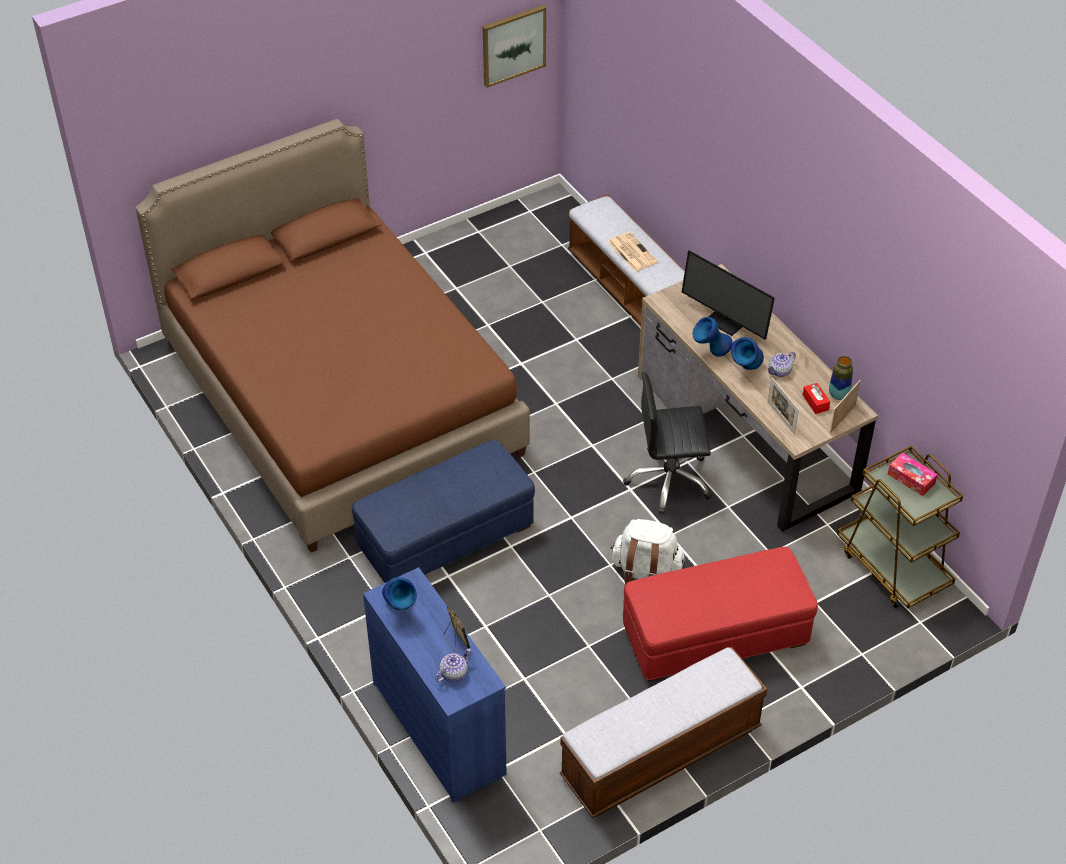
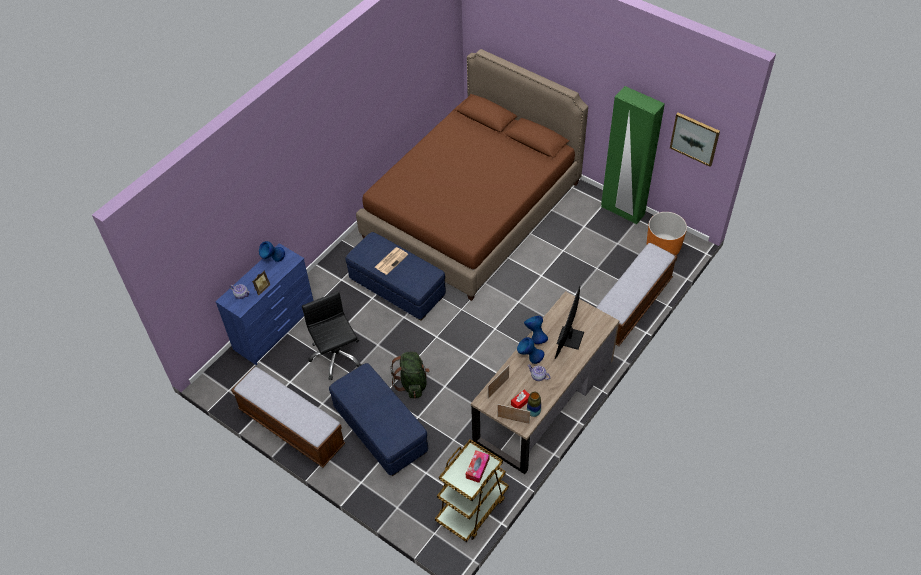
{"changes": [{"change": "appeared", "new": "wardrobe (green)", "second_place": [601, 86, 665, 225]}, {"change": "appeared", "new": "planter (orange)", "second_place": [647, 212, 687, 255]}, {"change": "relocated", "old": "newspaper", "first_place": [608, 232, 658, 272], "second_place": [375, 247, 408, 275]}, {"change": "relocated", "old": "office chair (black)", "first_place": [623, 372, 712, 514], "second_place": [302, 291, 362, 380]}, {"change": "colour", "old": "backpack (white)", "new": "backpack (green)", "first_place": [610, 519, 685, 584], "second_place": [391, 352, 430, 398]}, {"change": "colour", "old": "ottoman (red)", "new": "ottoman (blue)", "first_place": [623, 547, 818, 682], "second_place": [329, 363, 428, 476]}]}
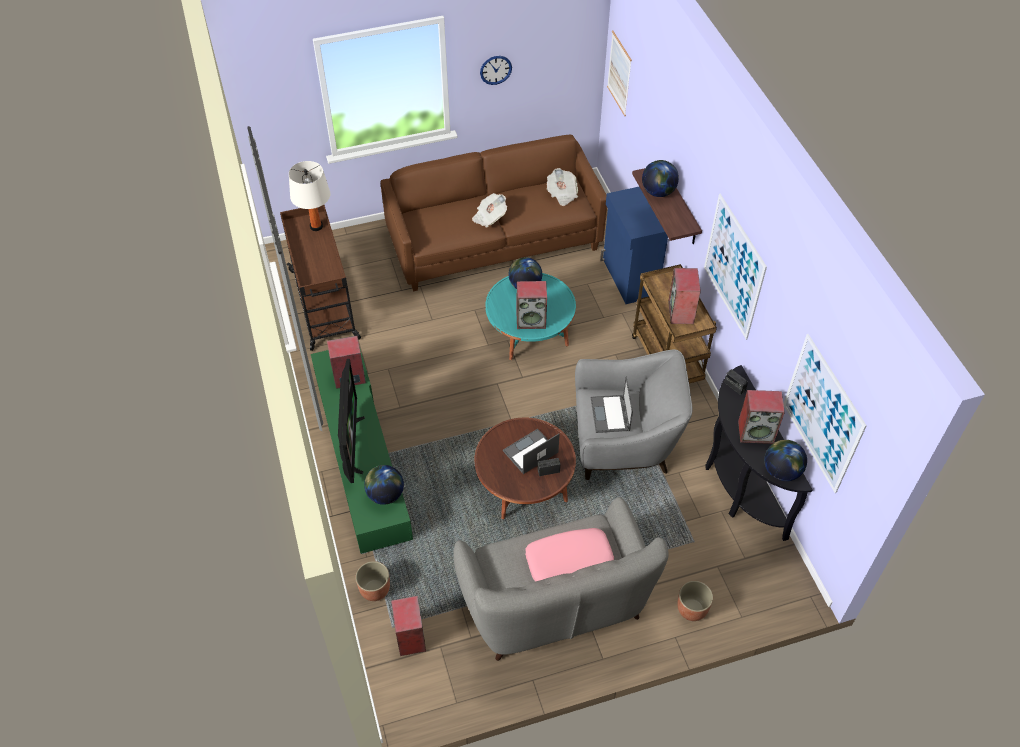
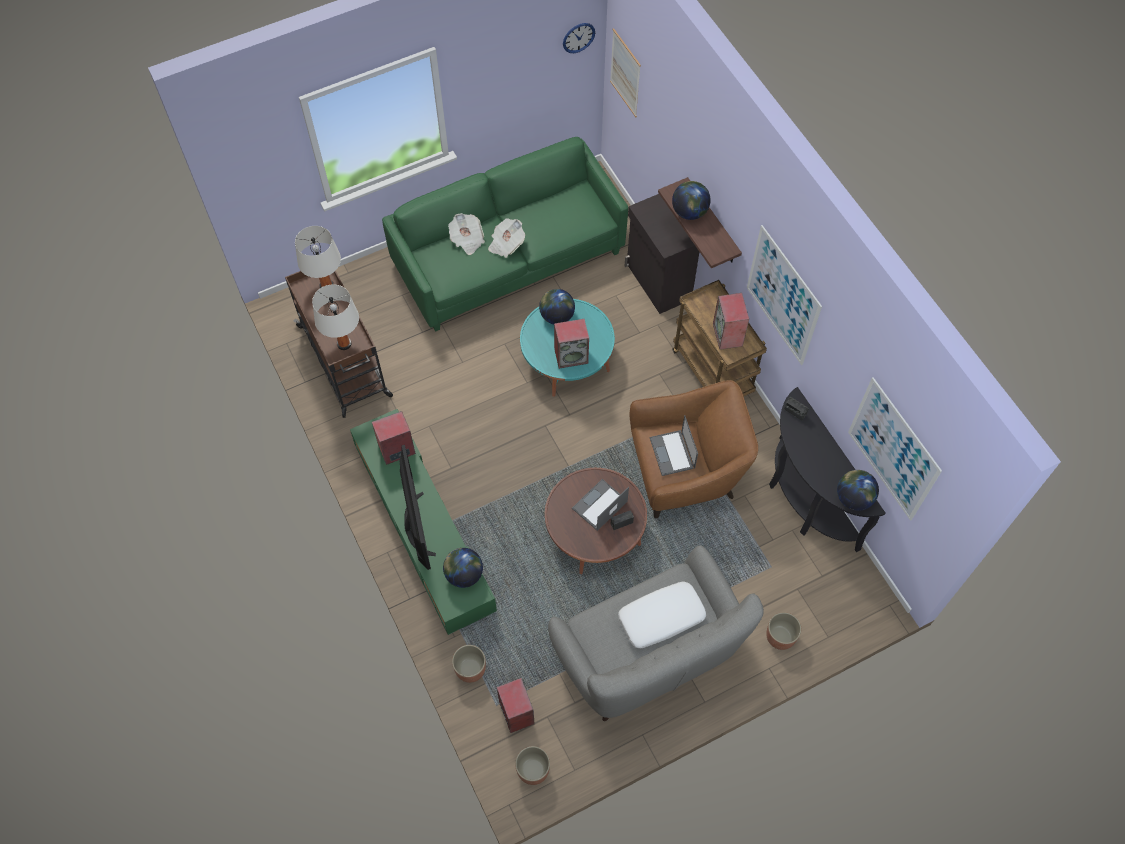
{"changes": [{"change": "missing", "old": "speaker", "first_place": [738, 390, 785, 444]}, {"change": "appeared", "new": "table lamp (white)", "second_place": [312, 284, 359, 350]}, {"change": "appeared", "new": "planter", "second_place": [515, 746, 550, 785]}, {"change": "relocated", "old": "wall clock", "first_place": [480, 56, 512, 85], "second_place": [563, 23, 595, 53]}, {"change": "relocated", "old": "newspaper", "first_place": [547, 168, 578, 206], "second_place": [448, 213, 485, 255]}, {"change": "colour", "old": "sofa (brown)", "new": "sofa (green)", "first_place": [381, 135, 607, 291], "second_place": [382, 137, 628, 332]}, {"change": "colour", "old": "pillow (pink)", "new": "pillow (white)", "first_place": [525, 528, 614, 581], "second_place": [618, 582, 706, 648]}, {"change": "colour", "old": "armchair (grey)", "new": "armchair (brown)", "first_place": [575, 349, 692, 480], "second_place": [630, 380, 758, 518]}, {"change": "colour", "old": "cabinet (blue)", "new": "cabinet (black)", "first_place": [600, 187, 668, 304], "second_place": [625, 194, 699, 314]}]}
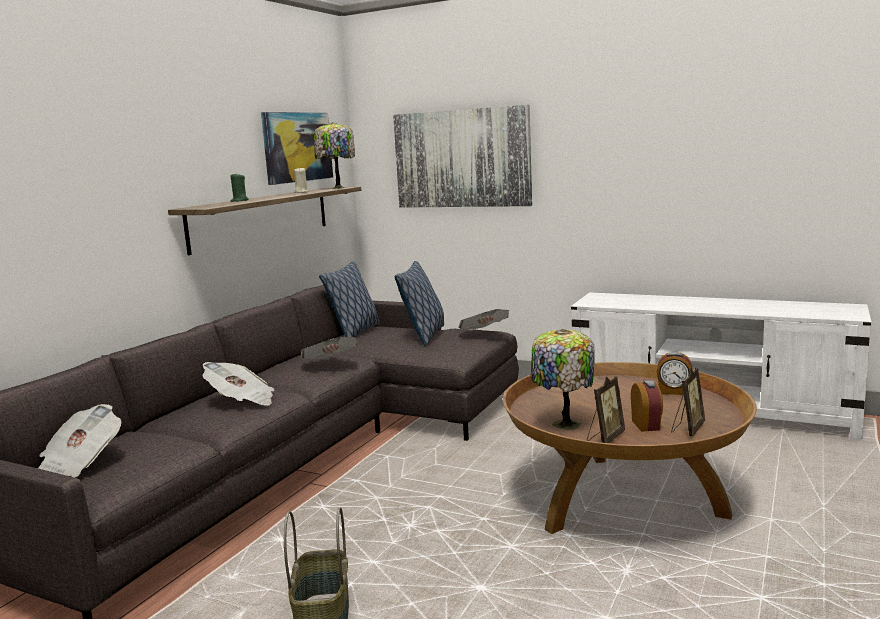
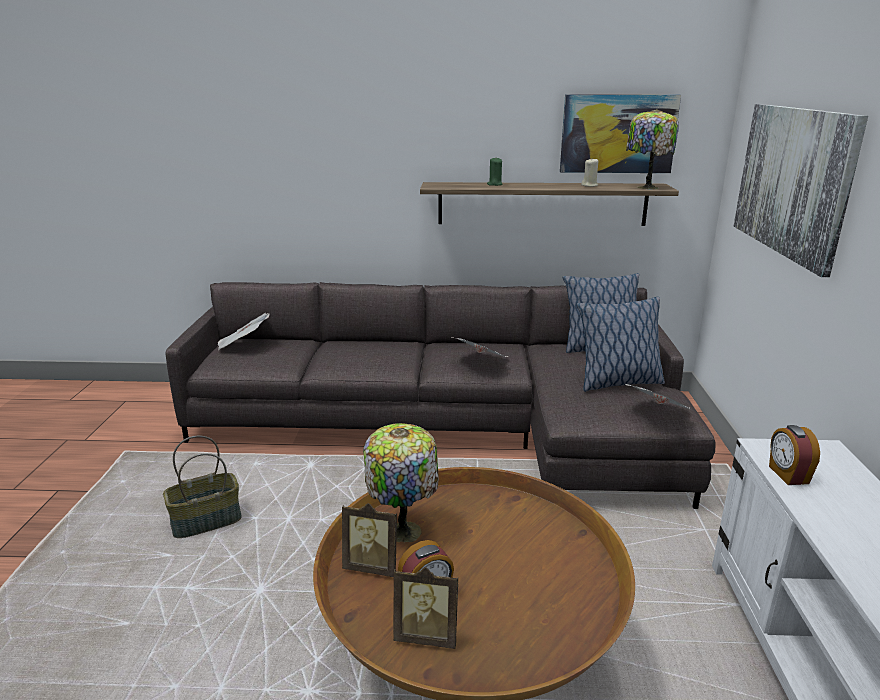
{"changes": [{"change": "missing", "old": "newspaper", "first_place": [202, 362, 274, 406]}, {"change": "relocated", "old": "alarm clock", "first_place": [657, 352, 693, 395], "second_place": [769, 425, 820, 485]}]}
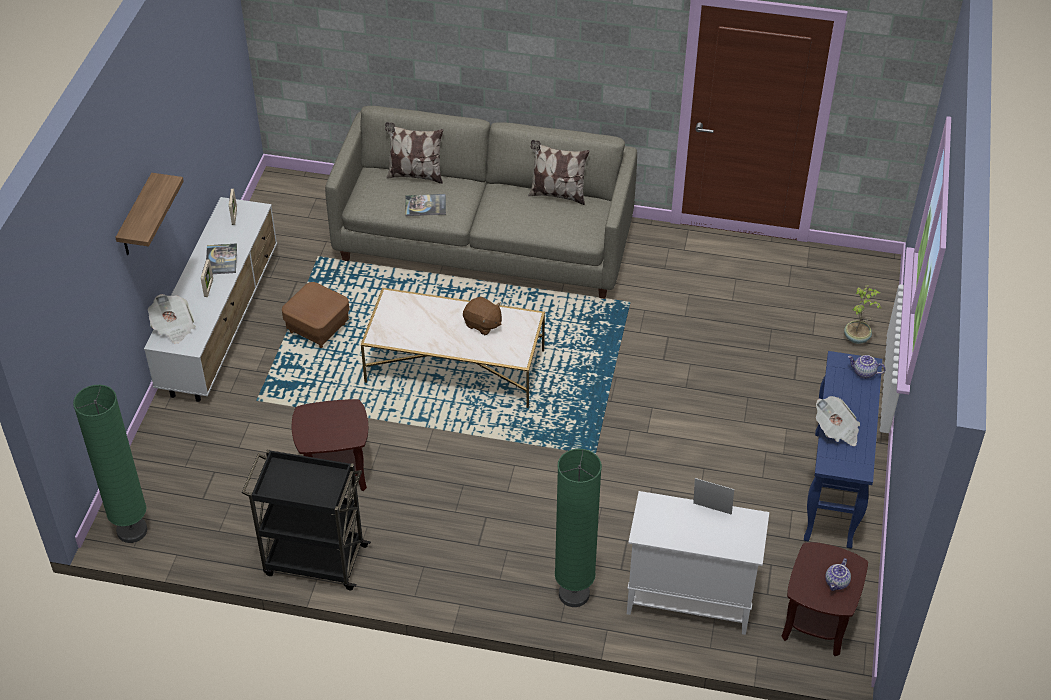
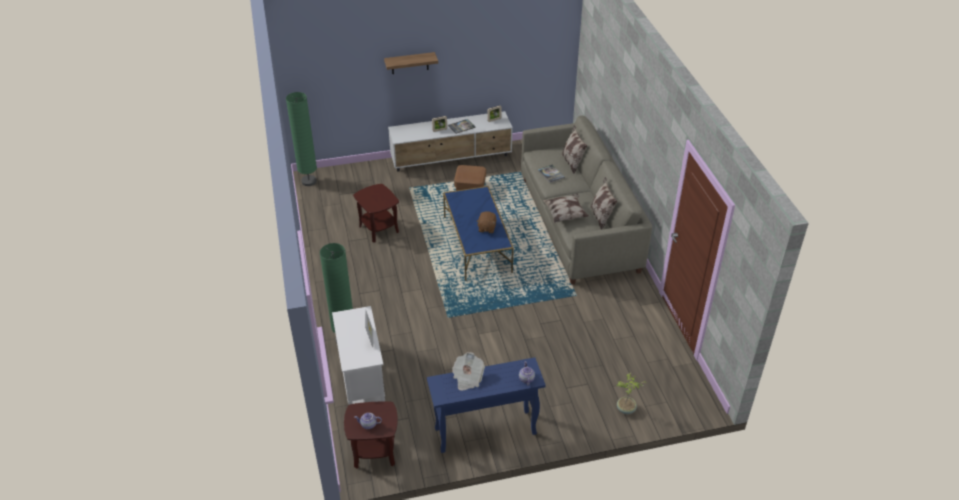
{"changes": [{"change": "missing", "old": "newspaper", "first_place": [148, 294, 196, 344]}, {"change": "missing", "old": "cart (black)", "first_place": [242, 449, 371, 590]}, {"change": "appeared", "new": "pillow", "second_place": [542, 193, 589, 223]}, {"change": "colour", "old": "coffee table (white)", "new": "coffee table (blue)", "first_place": [361, 288, 545, 408], "second_place": [443, 186, 514, 281]}]}
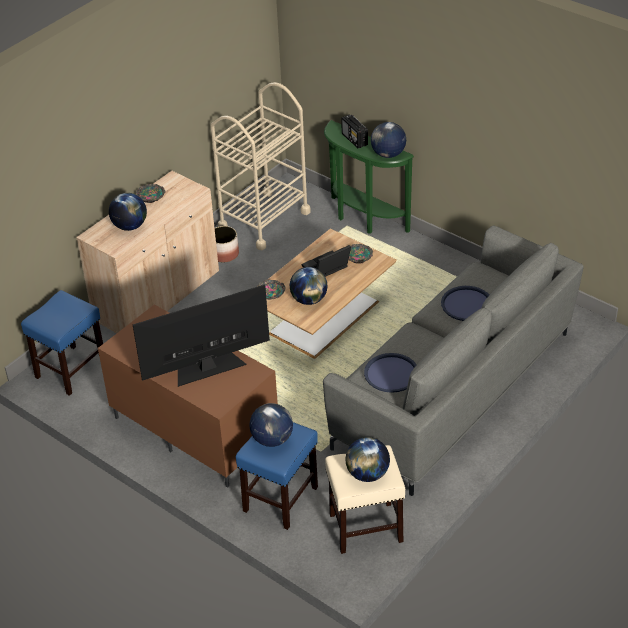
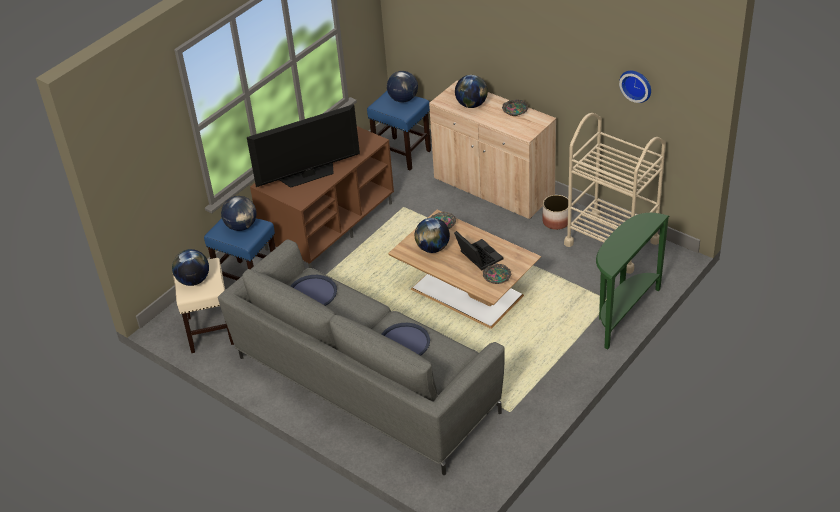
{"changes": [{"change": "missing", "old": "radio", "first_place": [341, 114, 368, 148]}, {"change": "appeared", "new": "wall clock", "second_place": [619, 71, 651, 103]}, {"change": "relocated", "old": "globe", "first_place": [371, 122, 406, 158], "second_place": [387, 71, 418, 102]}, {"change": "spun", "old": "television", "first_place": [133, 284, 270, 387], "second_place": [247, 104, 360, 188], "degrees": 90}]}
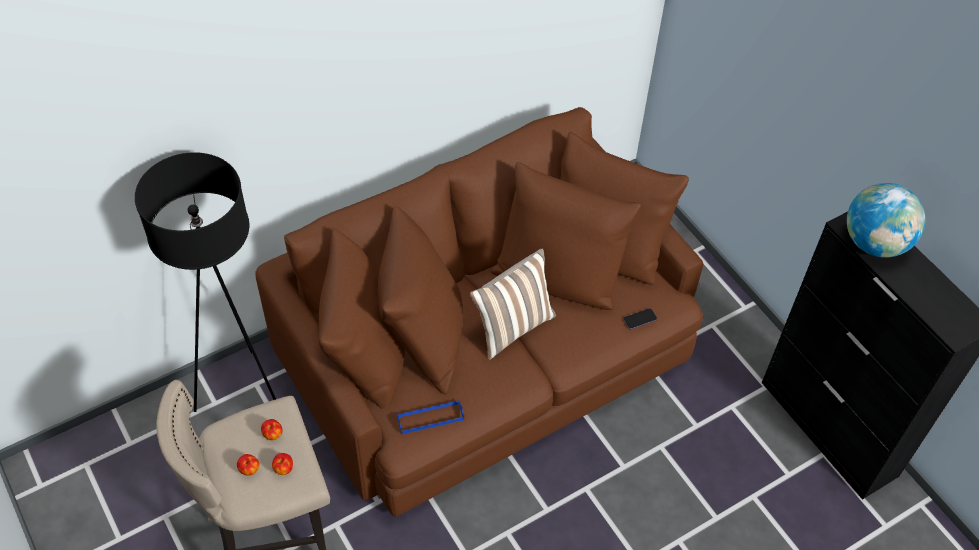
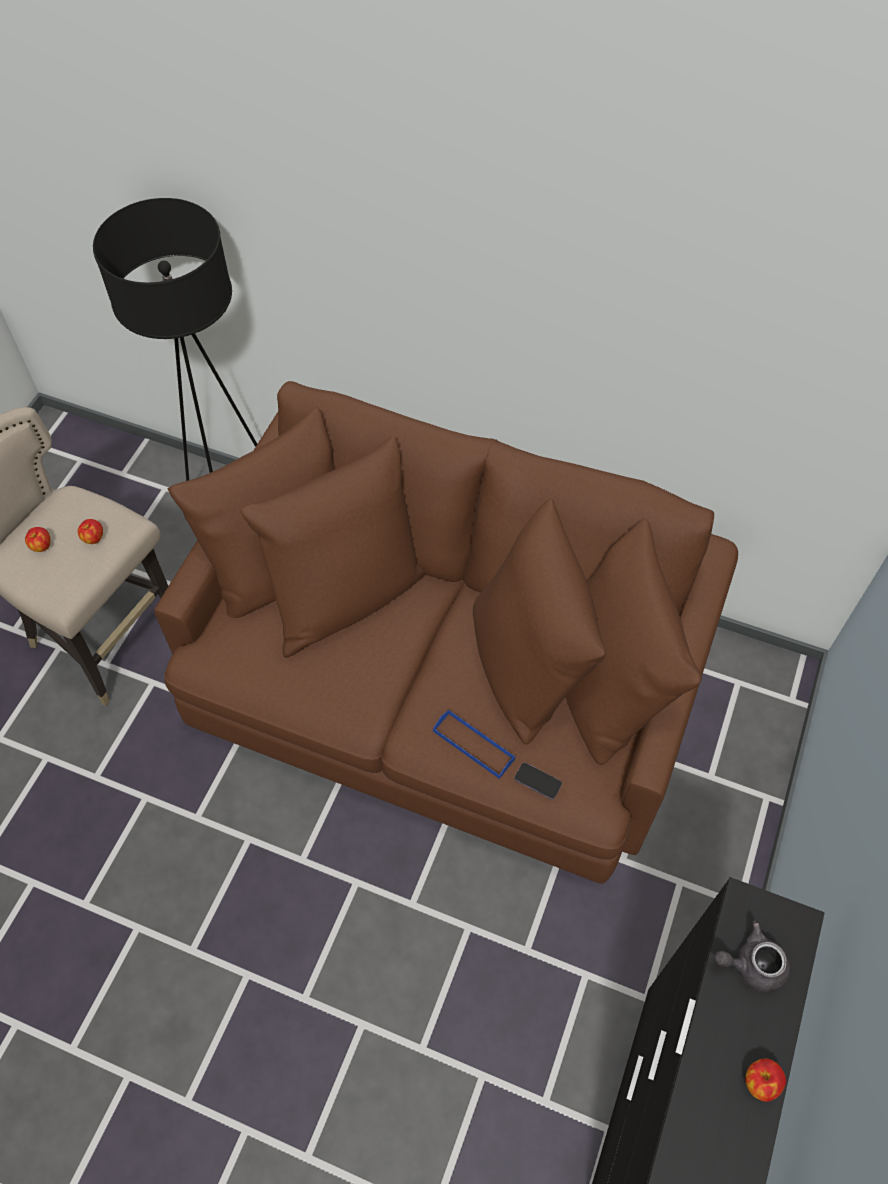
{"changes": [{"change": "missing", "old": "pillow", "first_place": [470, 249, 556, 360]}, {"change": "relocated", "old": "apple", "first_place": [272, 453, 293, 475], "second_place": [745, 1058, 786, 1102]}, {"change": "relocated", "old": "tray (blue)", "first_place": [397, 401, 464, 434], "second_place": [433, 710, 515, 779]}, {"change": "exchanged", "old": "globe", "new": "teapot (grey)", "first_place": [847, 183, 925, 258], "second_place": [714, 921, 790, 993]}]}
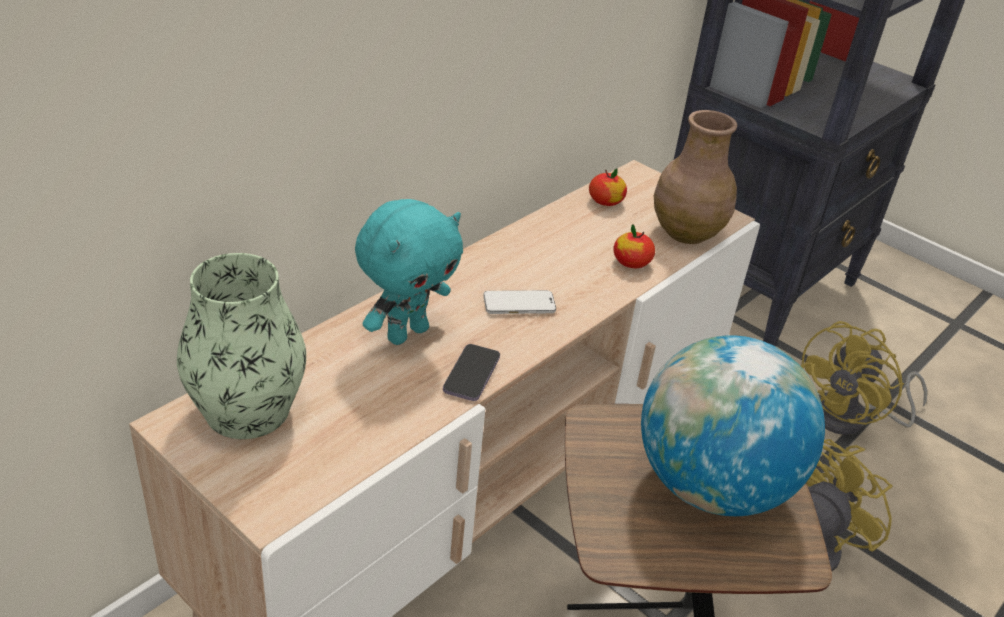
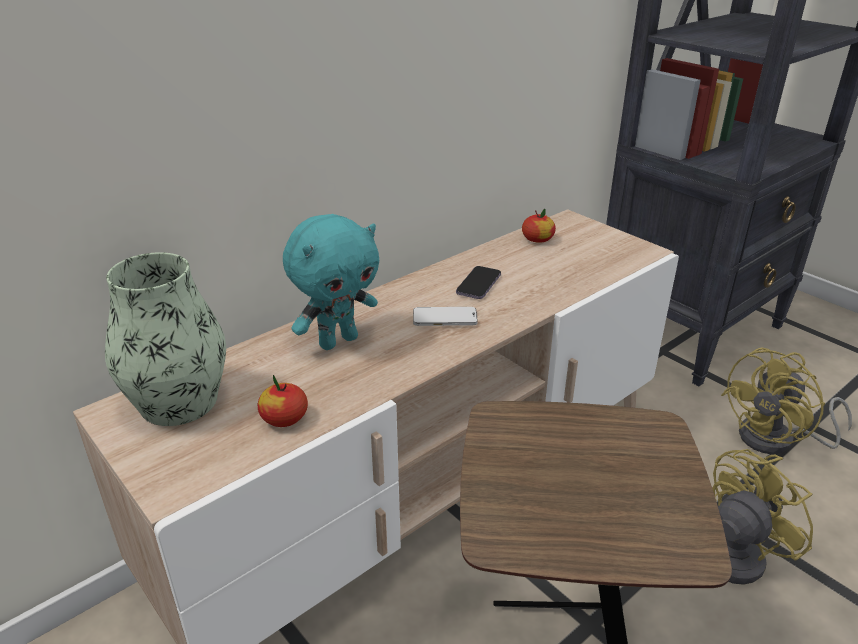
{"changes": [{"change": "missing", "old": "globe", "first_place": [641, 335, 825, 516]}, {"change": "missing", "old": "vase (brown)", "first_place": [654, 110, 737, 244]}, {"change": "relocated", "old": "phone", "first_place": [443, 344, 500, 401], "second_place": [456, 266, 501, 299]}, {"change": "relocated", "old": "apple", "first_place": [614, 224, 655, 268], "second_place": [258, 375, 308, 427]}]}
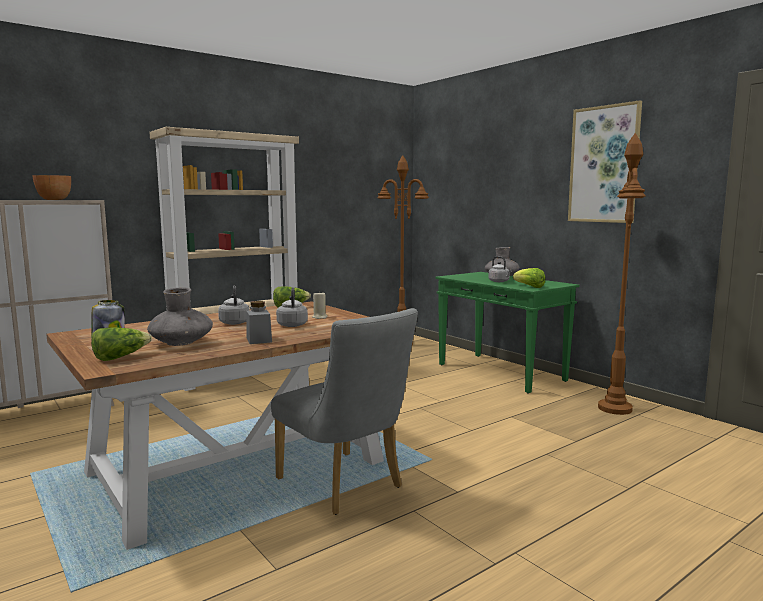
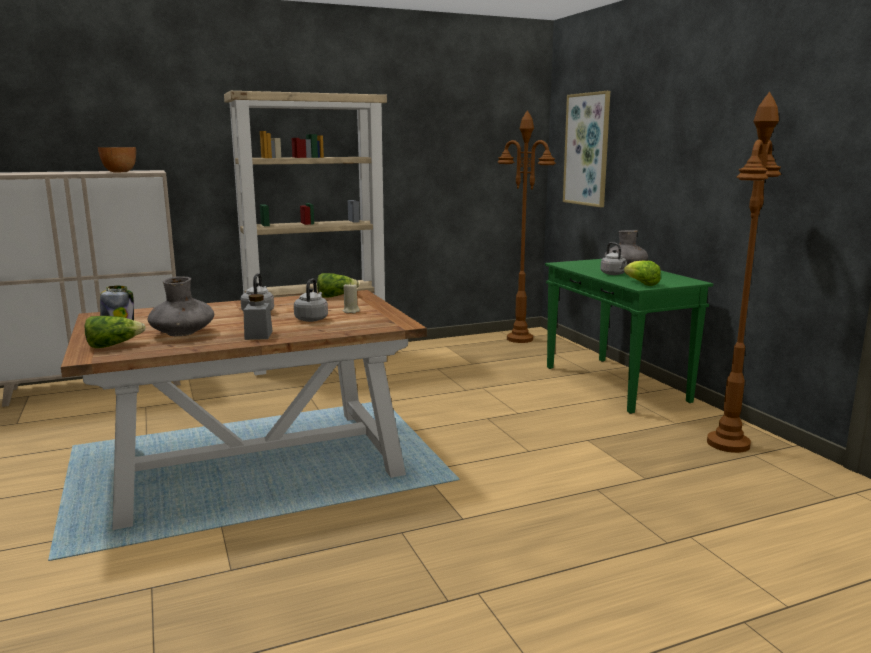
{"changes": [{"change": "missing", "old": "chair (grey)", "first_place": [271, 308, 418, 515]}, {"change": "relocated", "old": "picture", "first_place": [568, 100, 642, 223], "second_place": [563, 91, 610, 207]}]}
